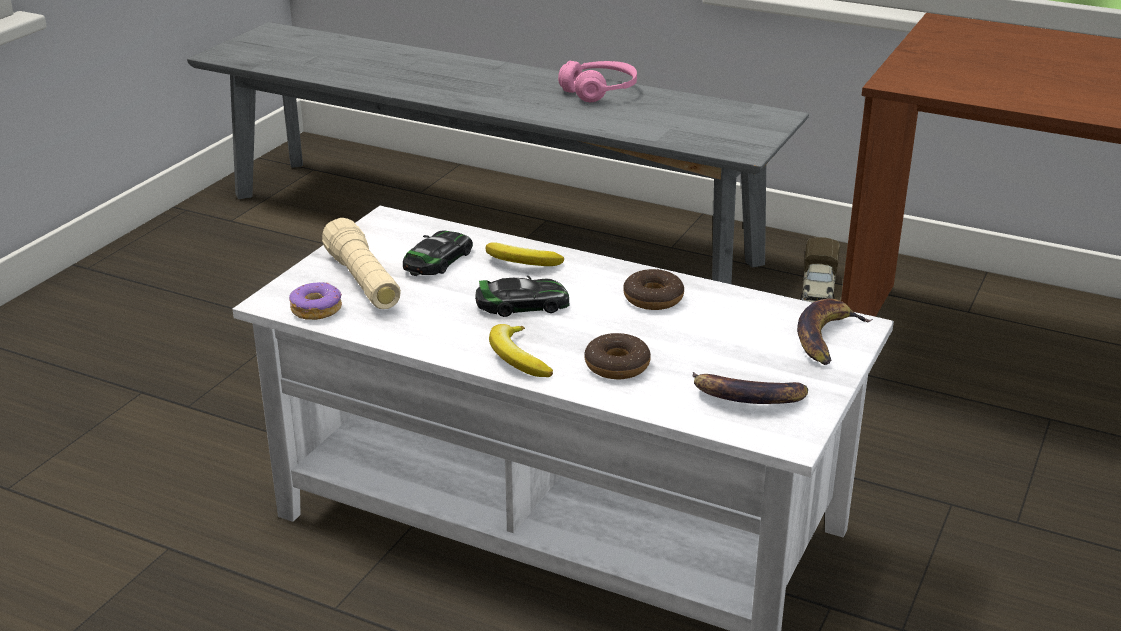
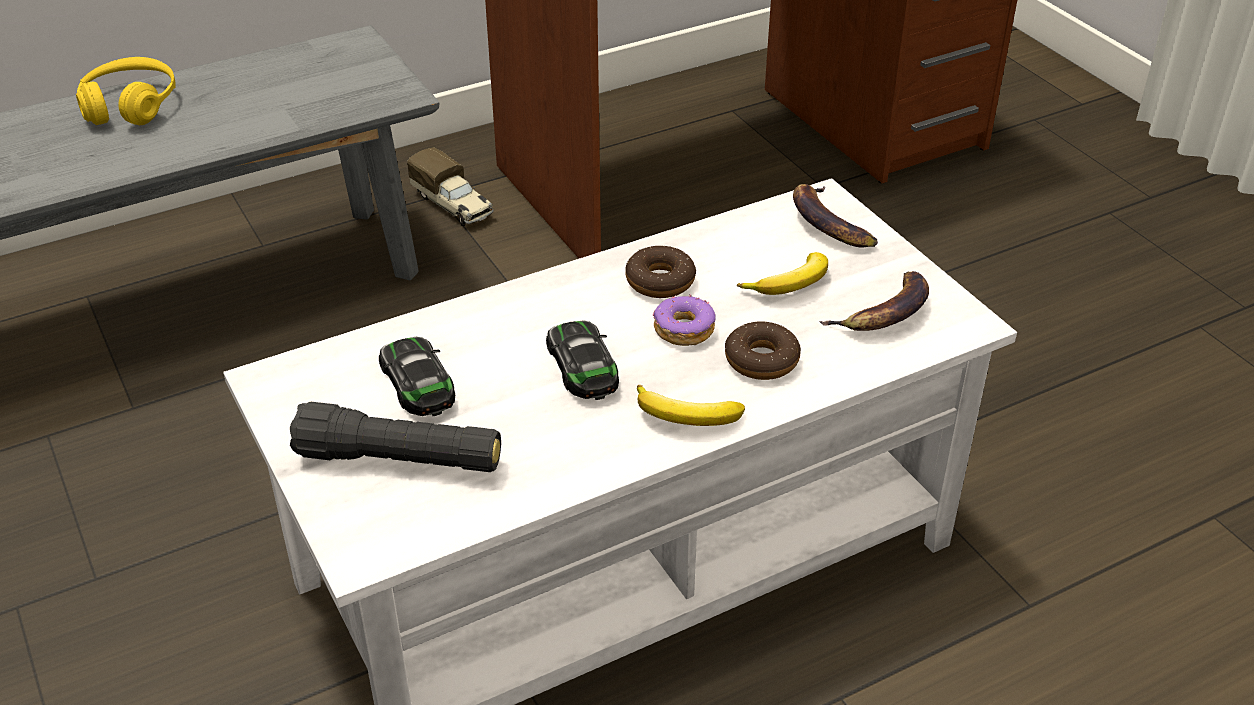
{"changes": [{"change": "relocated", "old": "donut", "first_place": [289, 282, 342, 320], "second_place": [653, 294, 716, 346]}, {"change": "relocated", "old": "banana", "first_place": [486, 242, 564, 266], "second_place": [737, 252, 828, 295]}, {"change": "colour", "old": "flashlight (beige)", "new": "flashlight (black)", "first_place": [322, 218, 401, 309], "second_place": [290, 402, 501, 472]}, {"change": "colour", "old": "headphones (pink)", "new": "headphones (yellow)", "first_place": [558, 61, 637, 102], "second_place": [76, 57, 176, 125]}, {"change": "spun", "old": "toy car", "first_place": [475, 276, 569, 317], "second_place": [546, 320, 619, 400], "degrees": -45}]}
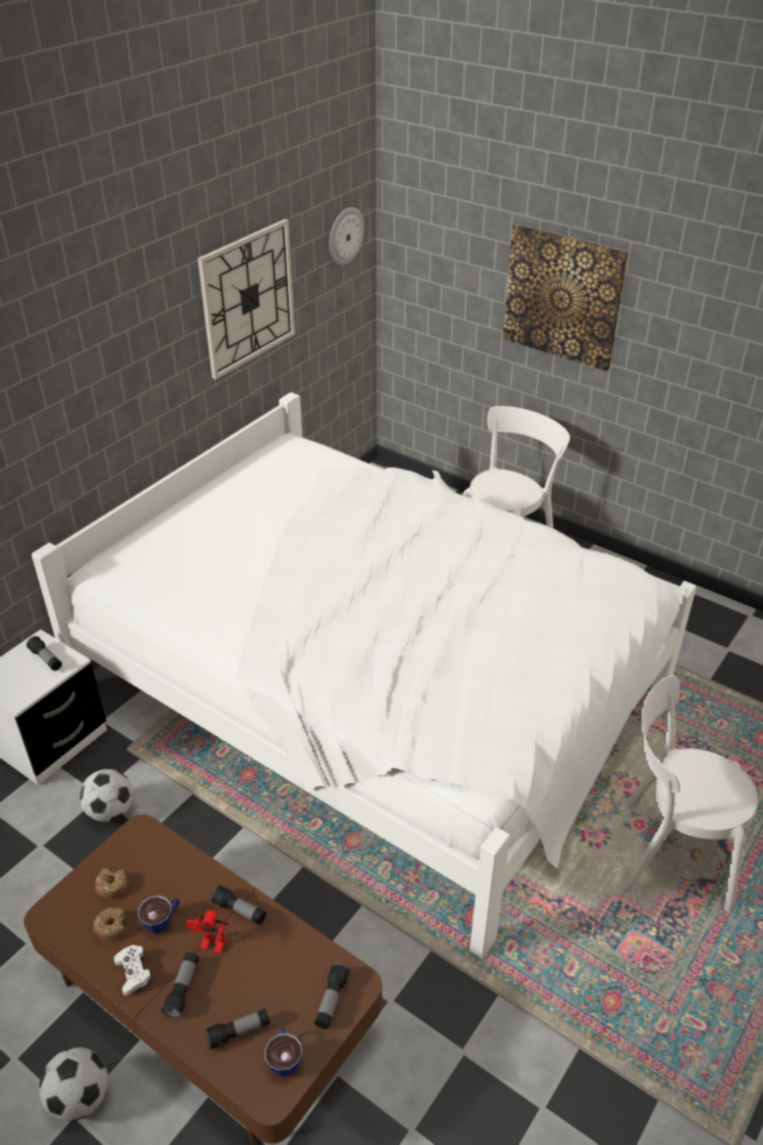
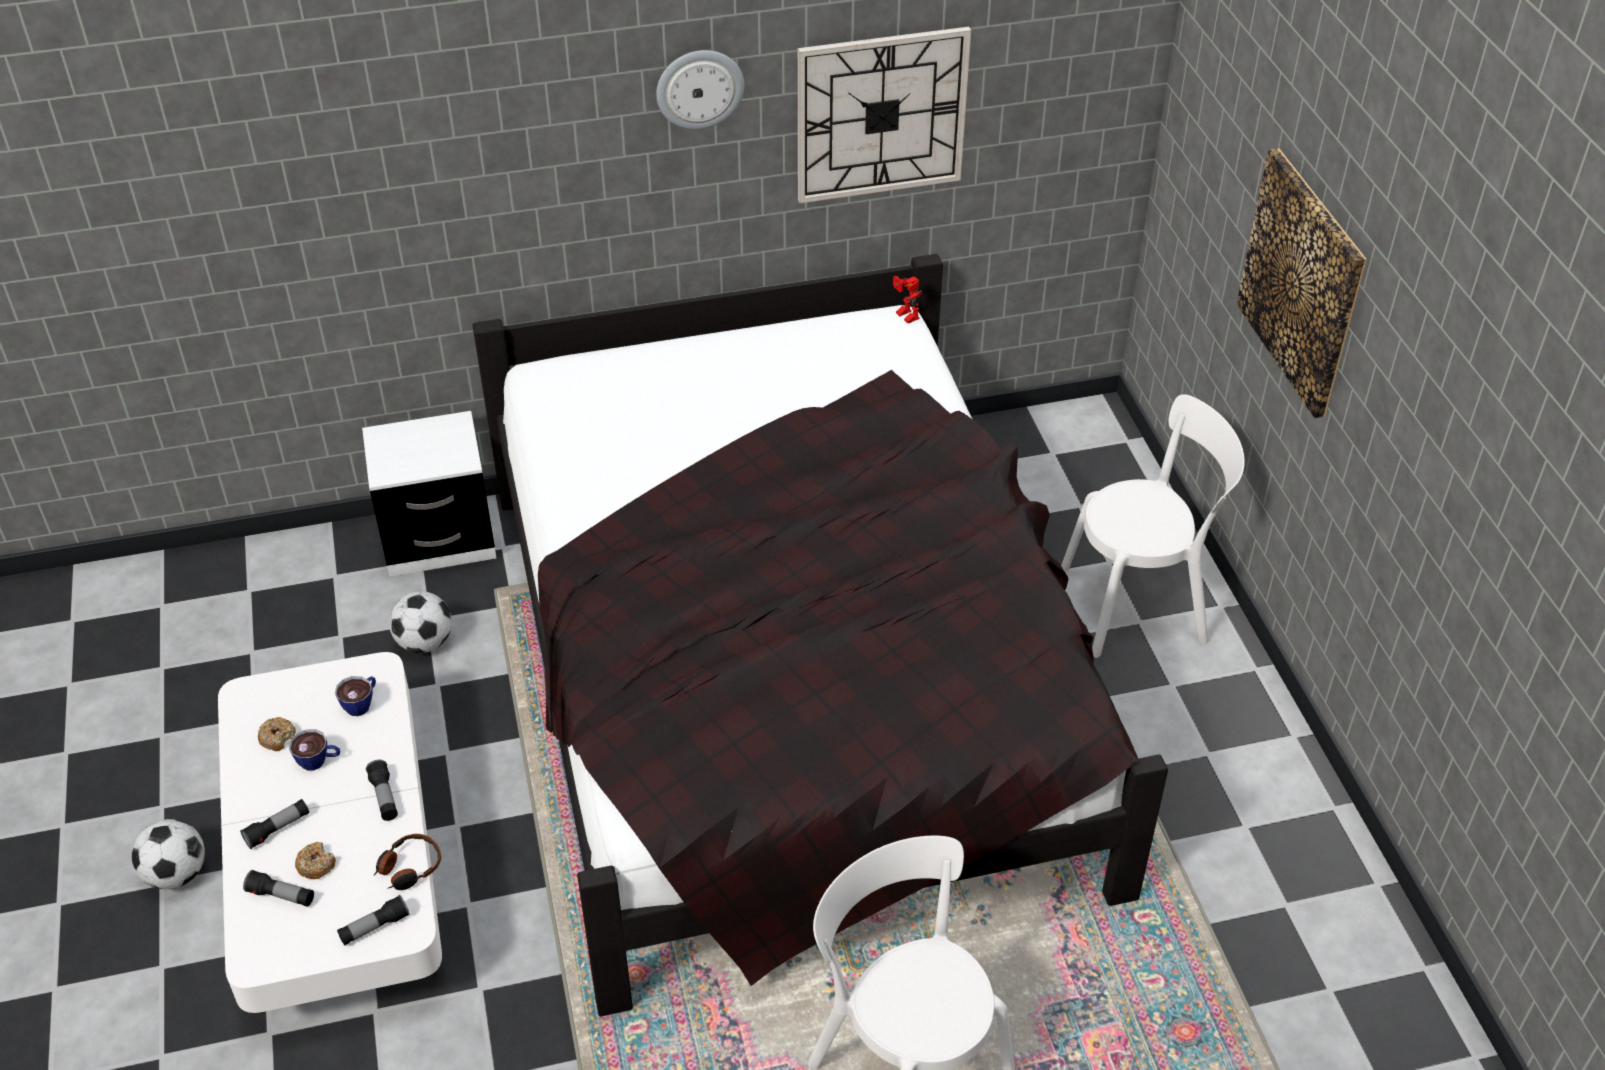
{"changes": [{"change": "missing", "old": "flashlight", "first_place": [26, 636, 62, 671]}, {"change": "missing", "old": "game controller (white)", "first_place": [114, 945, 153, 995]}, {"change": "appeared", "new": "headphones", "second_place": [374, 834, 441, 890]}, {"change": "relocated", "old": "donut", "first_place": [94, 868, 128, 898], "second_place": [295, 842, 336, 879]}, {"change": "relocated", "old": "toy robot", "first_place": [187, 910, 229, 954], "second_place": [893, 276, 924, 323]}, {"change": "relocated", "old": "cup", "first_place": [264, 1027, 302, 1077], "second_place": [335, 676, 376, 716]}, {"change": "relocated", "old": "wall clock", "first_place": [329, 207, 364, 265], "second_place": [656, 50, 744, 129]}, {"change": "colour", "old": "coffee table (brown)", "new": "coffee table (white)", "first_place": [24, 814, 382, 1144], "second_place": [218, 652, 442, 1013]}, {"change": "colour", "old": "bed (white)", "new": "bed (black)", "first_place": [31, 392, 696, 958], "second_place": [472, 254, 1168, 1016]}]}
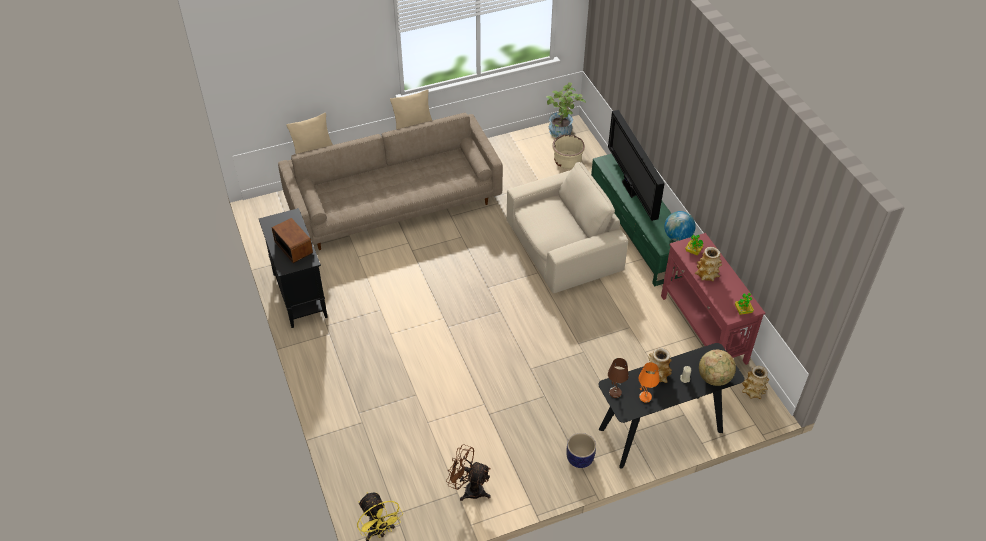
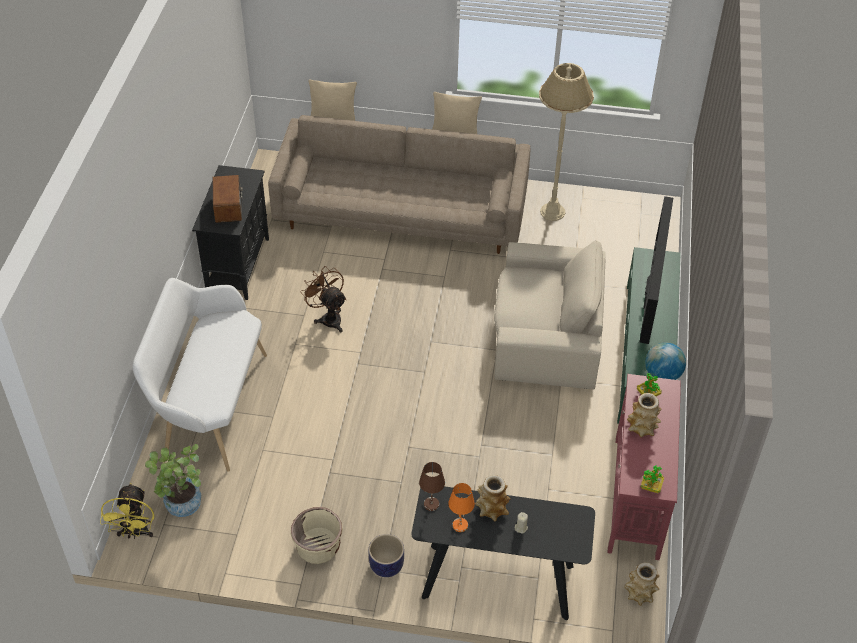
{"changes": [{"change": "missing", "old": "globe", "first_place": [699, 350, 736, 386]}, {"change": "appeared", "new": "bench (white)", "second_place": [132, 278, 267, 472]}, {"change": "appeared", "new": "floor lamp (beige)", "second_place": [539, 63, 594, 221]}, {"change": "relocated", "old": "fan (brown)", "first_place": [446, 444, 491, 501], "second_place": [301, 266, 346, 333]}, {"change": "relocated", "old": "potted plant", "first_place": [546, 82, 586, 138], "second_place": [145, 444, 201, 517]}, {"change": "relocated", "old": "planter (beige)", "first_place": [552, 135, 585, 169], "second_place": [291, 507, 343, 564]}]}
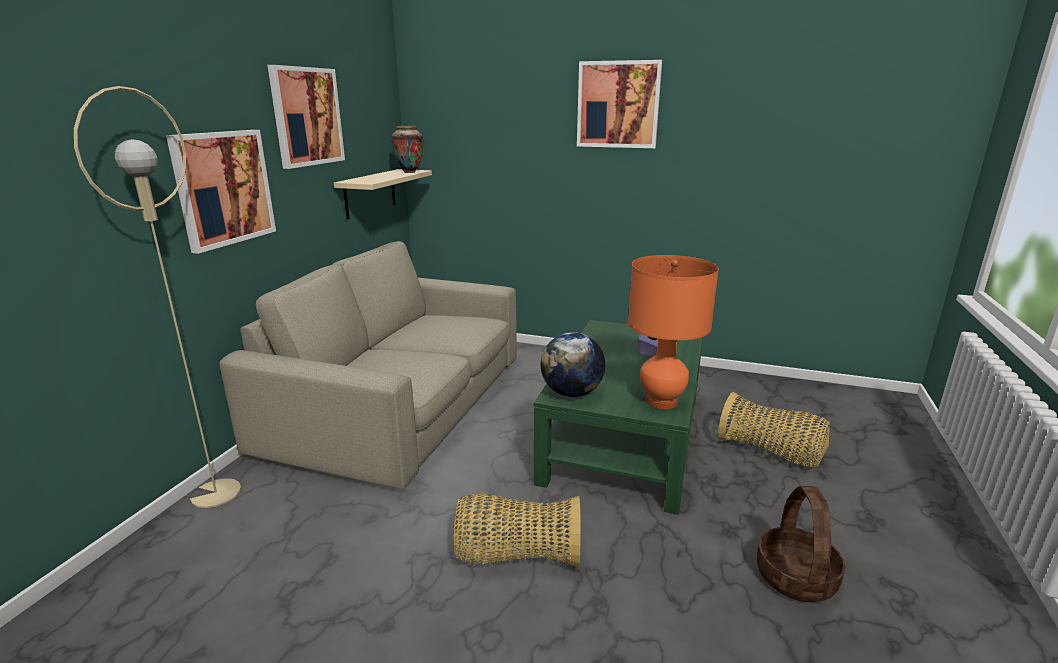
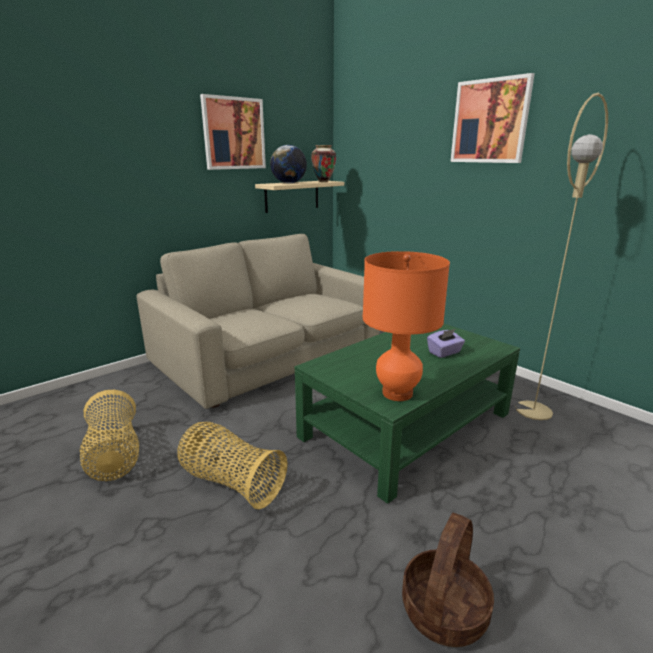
{"changes": [{"change": "missing", "old": "picture", "first_place": [166, 130, 276, 254]}, {"change": "relocated", "old": "floor lamp (beige)", "first_place": [74, 86, 241, 508], "second_place": [515, 93, 608, 420]}, {"change": "relocated", "old": "globe", "first_place": [541, 332, 605, 397], "second_place": [270, 145, 307, 183]}, {"change": "relocated", "old": "basket", "first_place": [718, 392, 830, 467], "second_place": [80, 390, 139, 481]}]}
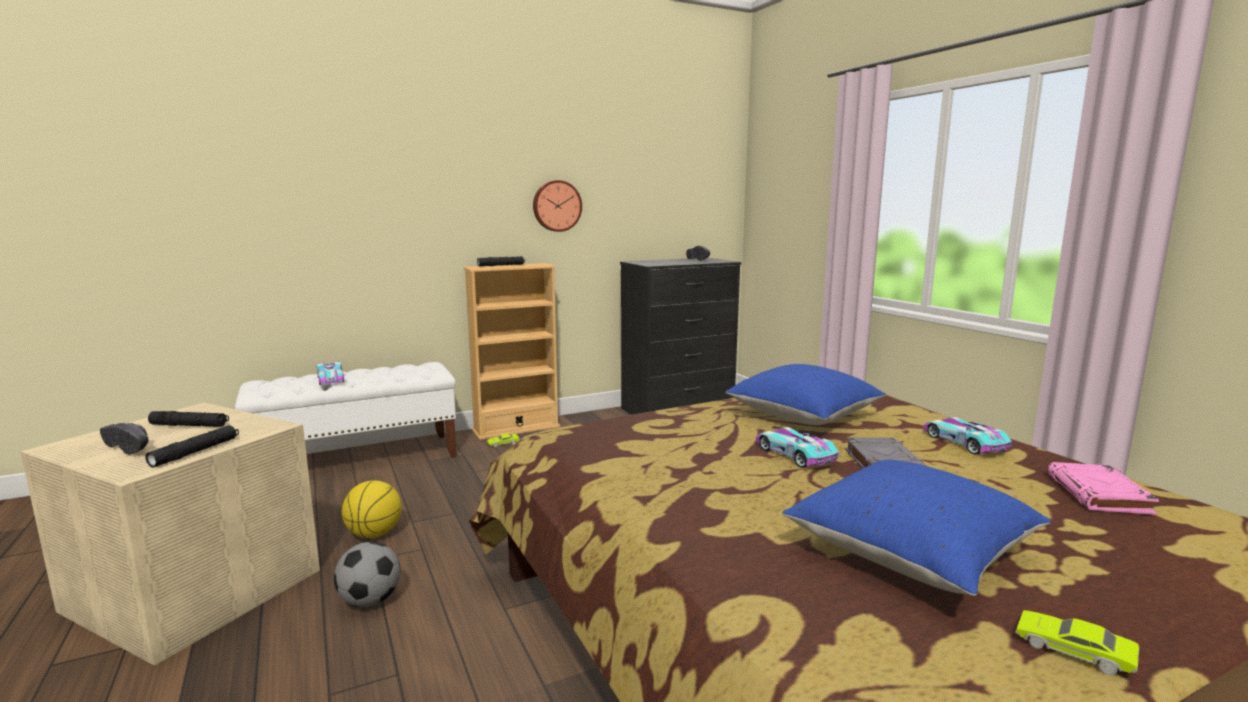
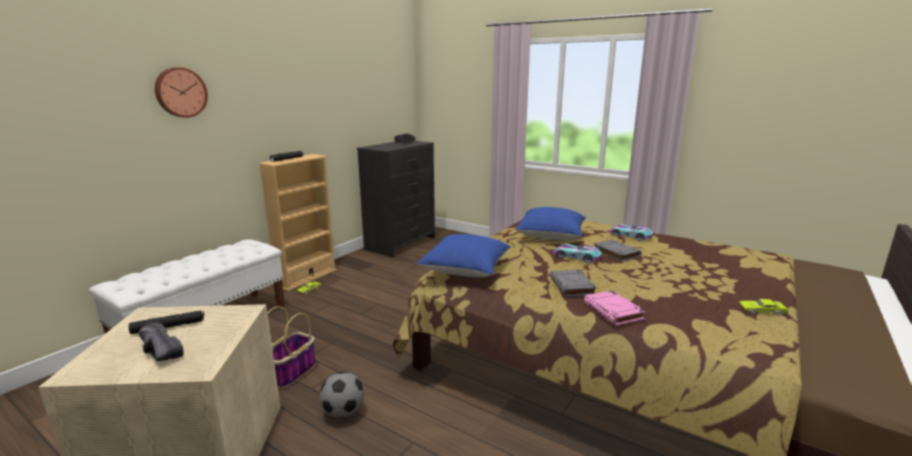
{"changes": [{"change": "missing", "old": "flashlight (black)", "first_place": [145, 425, 239, 467]}, {"change": "missing", "old": "toy car", "first_place": [317, 361, 344, 385]}, {"change": "appeared", "new": "book (grey)", "second_place": [550, 270, 597, 297]}, {"change": "relocated", "old": "wall clock", "first_place": [533, 180, 582, 232], "second_place": [155, 67, 208, 118]}, {"change": "relocated", "old": "pillow (blue)", "first_place": [782, 460, 1051, 596], "second_place": [417, 234, 511, 277]}, {"change": "relocated", "old": "book (pink)", "first_place": [1047, 462, 1159, 515], "second_place": [583, 290, 646, 326]}, {"change": "exchanged", "old": "basketball", "new": "basket", "first_place": [342, 480, 402, 538], "second_place": [267, 306, 316, 388]}, {"change": "spun", "old": "shoe (black)", "first_place": [100, 423, 149, 455], "second_place": [139, 322, 184, 361], "degrees": -150}]}
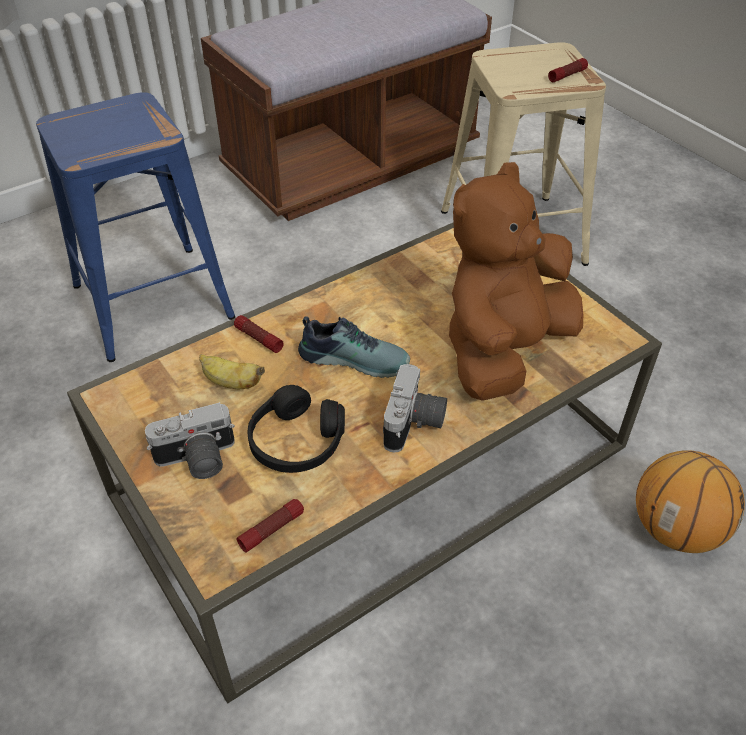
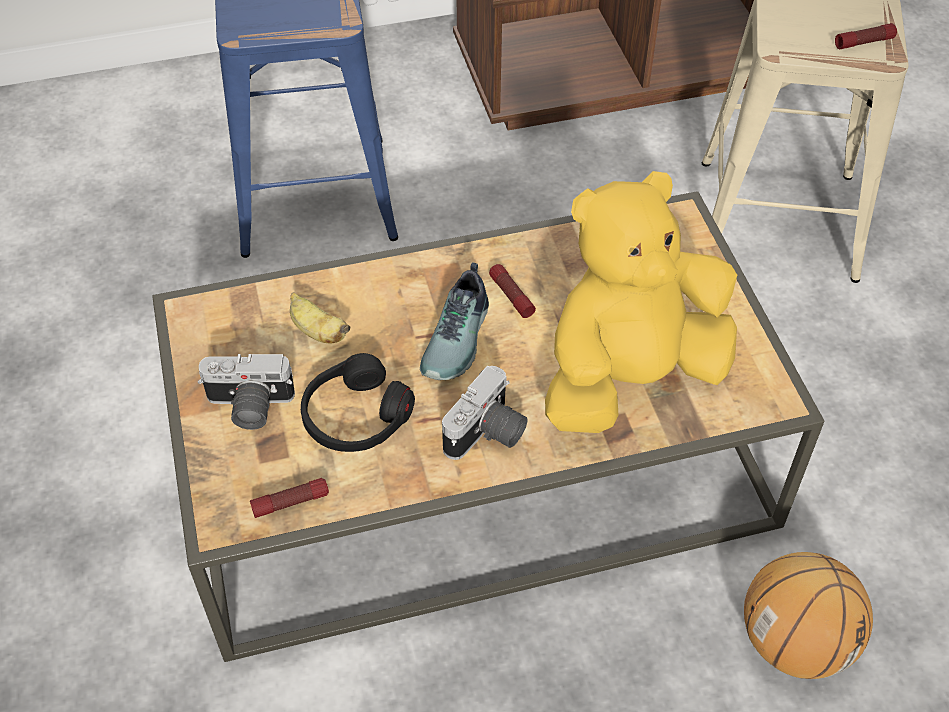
{"changes": [{"change": "relocated", "old": "flashlight", "first_place": [234, 315, 284, 353], "second_place": [489, 264, 536, 318]}, {"change": "colour", "old": "plush toy (brown)", "new": "plush toy (yellow)", "first_place": [449, 162, 583, 401], "second_place": [545, 171, 737, 433]}, {"change": "spun", "old": "shoe", "first_place": [298, 316, 410, 378], "second_place": [420, 262, 489, 380], "degrees": 75}]}
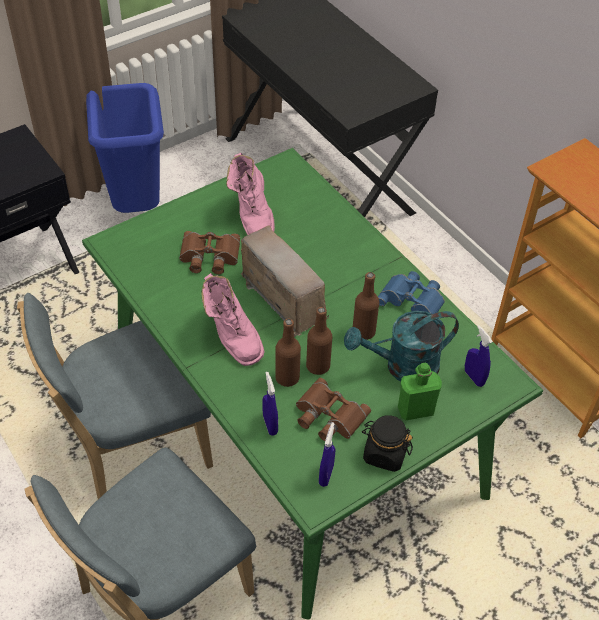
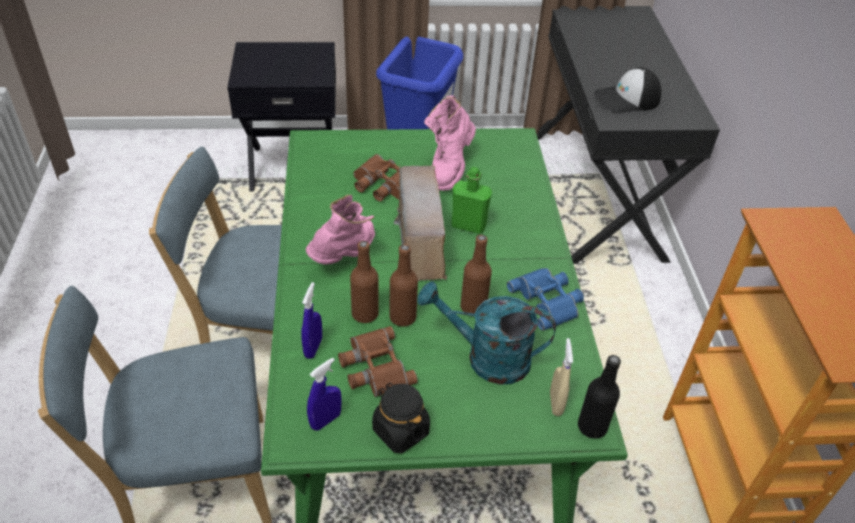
{"changes": [{"change": "appeared", "new": "bottle (black)", "second_place": [578, 355, 621, 439]}, {"change": "appeared", "new": "cap", "second_place": [594, 67, 661, 113]}, {"change": "relocated", "old": "bottle (green)", "first_place": [398, 363, 442, 420], "second_place": [451, 167, 492, 234]}, {"change": "colour", "old": "spray bottle (blue)", "new": "spray bottle (beige)", "first_place": [465, 325, 493, 387], "second_place": [550, 338, 573, 416]}, {"change": "spun", "old": "boot (pink)", "first_place": [201, 273, 265, 366], "second_place": [306, 195, 375, 265], "degrees": -150}]}
